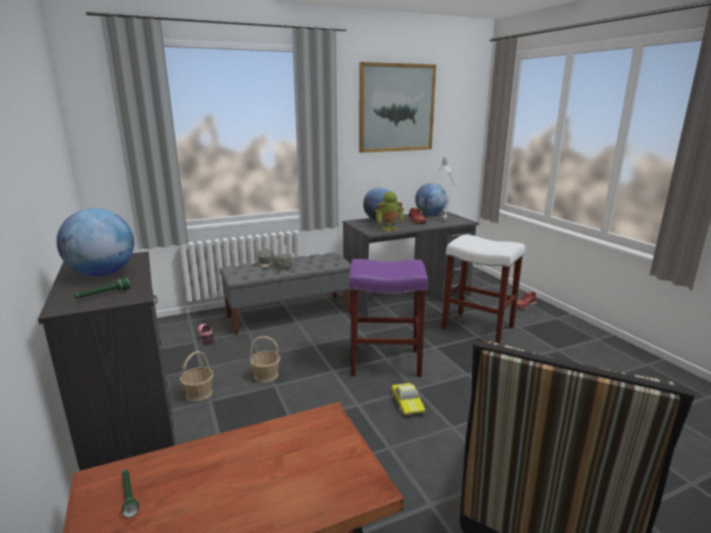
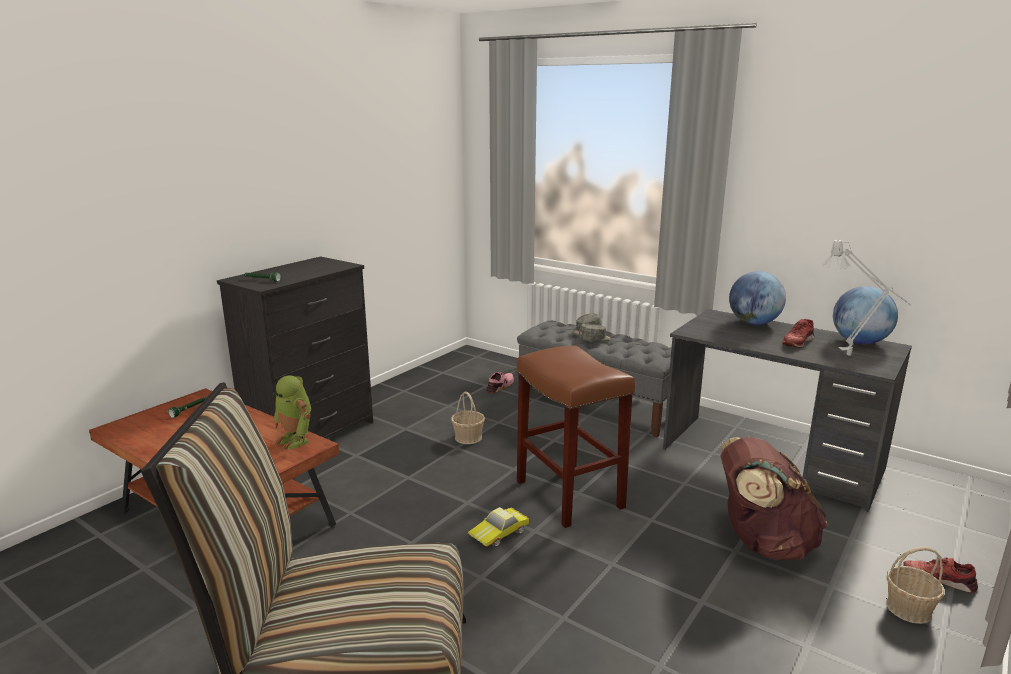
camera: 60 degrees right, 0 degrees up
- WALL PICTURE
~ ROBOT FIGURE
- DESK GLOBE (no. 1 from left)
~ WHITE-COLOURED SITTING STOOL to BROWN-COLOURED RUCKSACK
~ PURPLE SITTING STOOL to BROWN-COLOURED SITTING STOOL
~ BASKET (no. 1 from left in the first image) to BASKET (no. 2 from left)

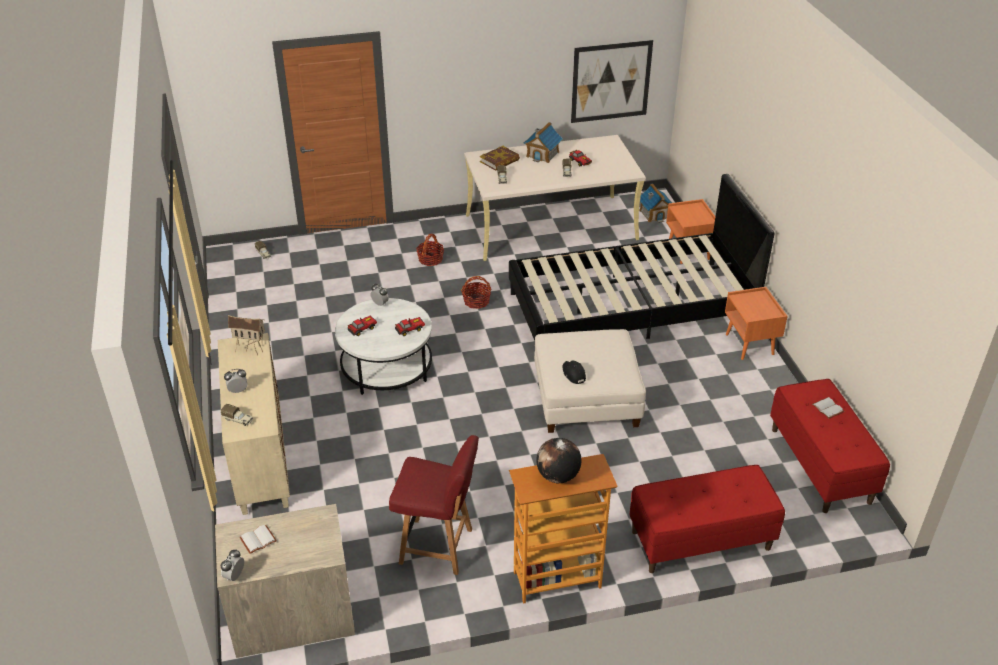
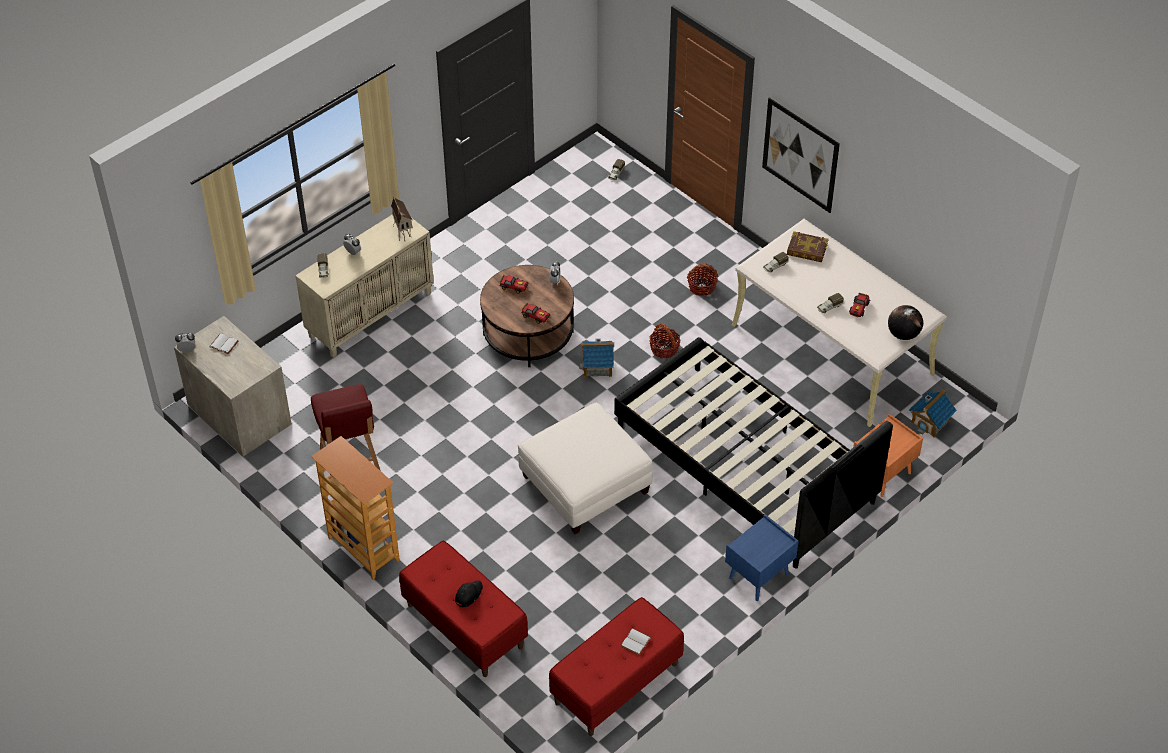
camera: 60 degrees right, 10 degrees up
~ WALL PICTURE
~ MINIATURE HOUSE (no. 2 from left)
~ ORANGE NIGHTSTAND (no. 2 from left) to BLUISH NIGHTSTAND
~ WHITE-COLOURED COFFEE TABLE to BROWN-COLOURED COFFEE TABLE
~ BLACK CAP
~ DESK GLOBE

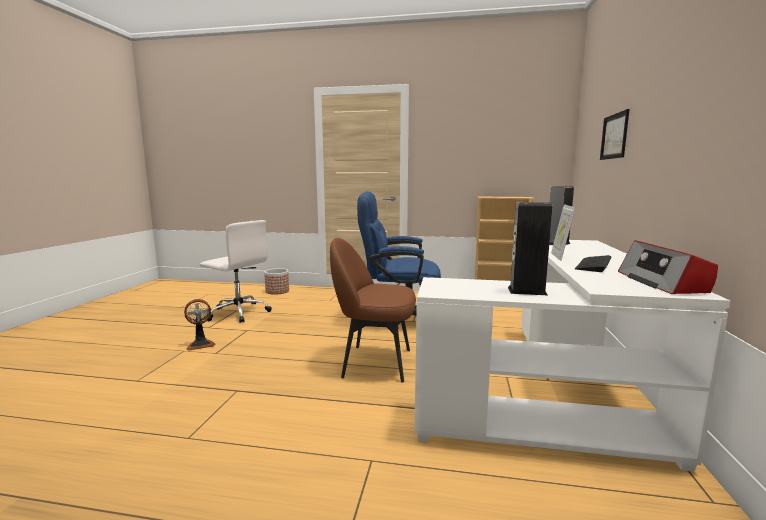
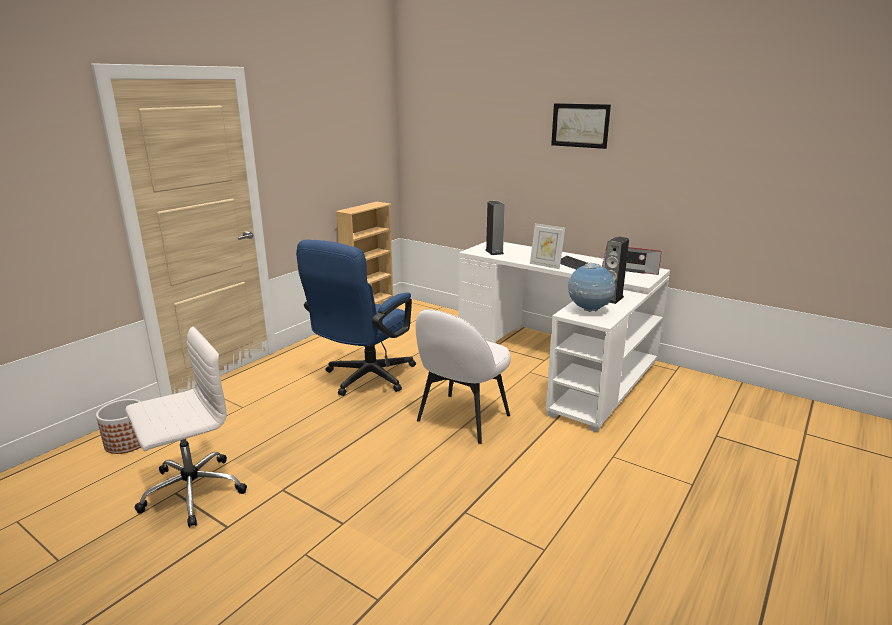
camera: 65 degrees left, 10 degrees up
~ WALL PICTURE
~ BROWN-COLOURED CHAIR to WHITE-COLOURED CHAIR
- COOLING FAN
+ DESK GLOBE

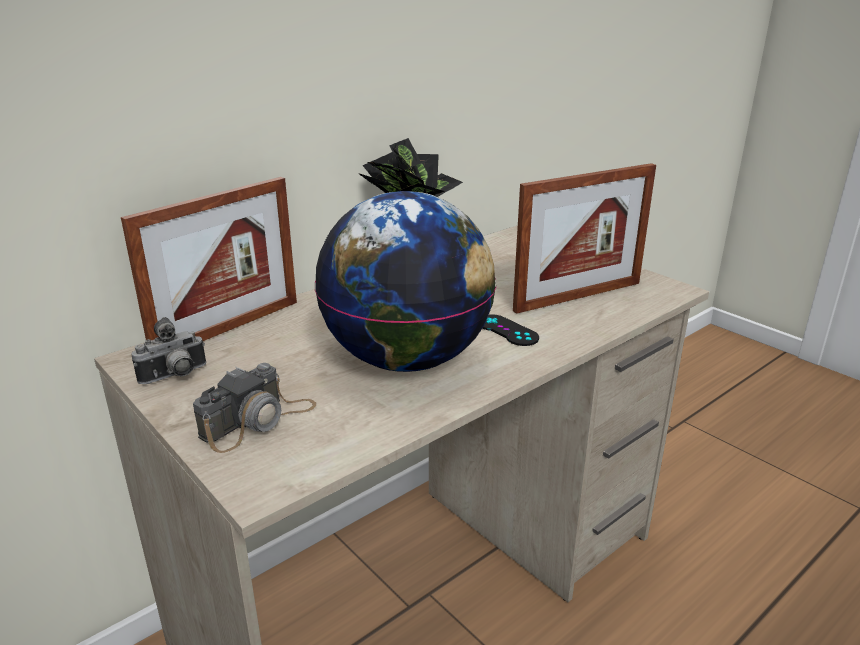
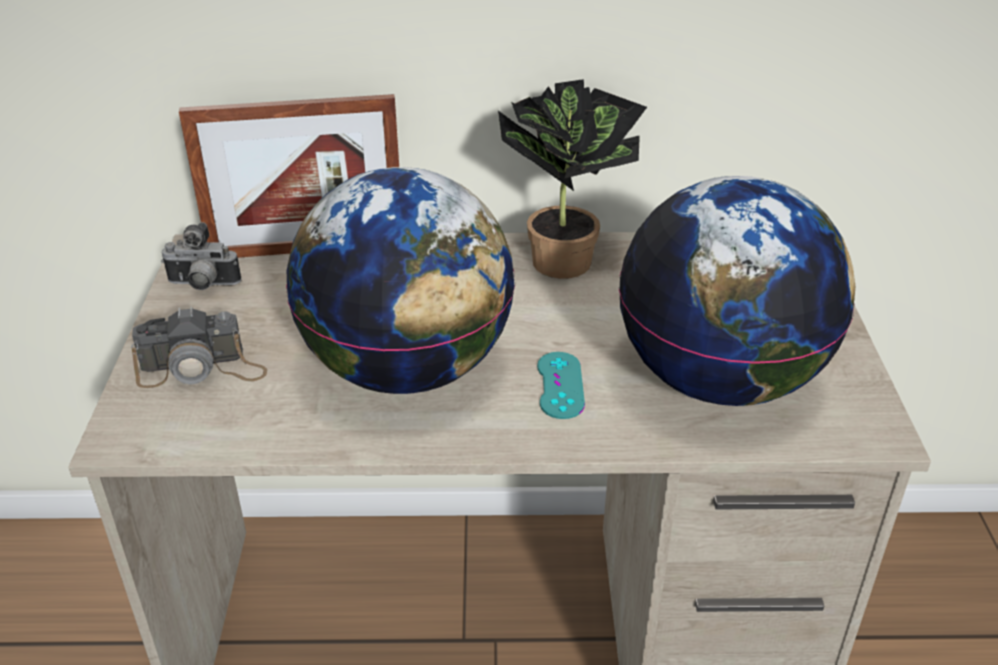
camera: 40 degrees right, 10 degrees up
~ PICTURE FRAME (no. 2 from left) to DESK GLOBE (no. 2 from left)
~ BLACK GAME CONTROLLER to TURQUOISE GAME CONTROLLER

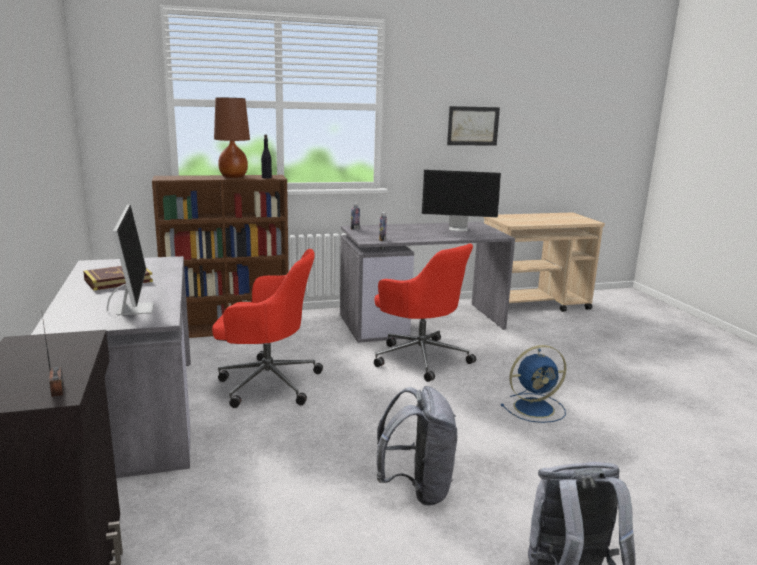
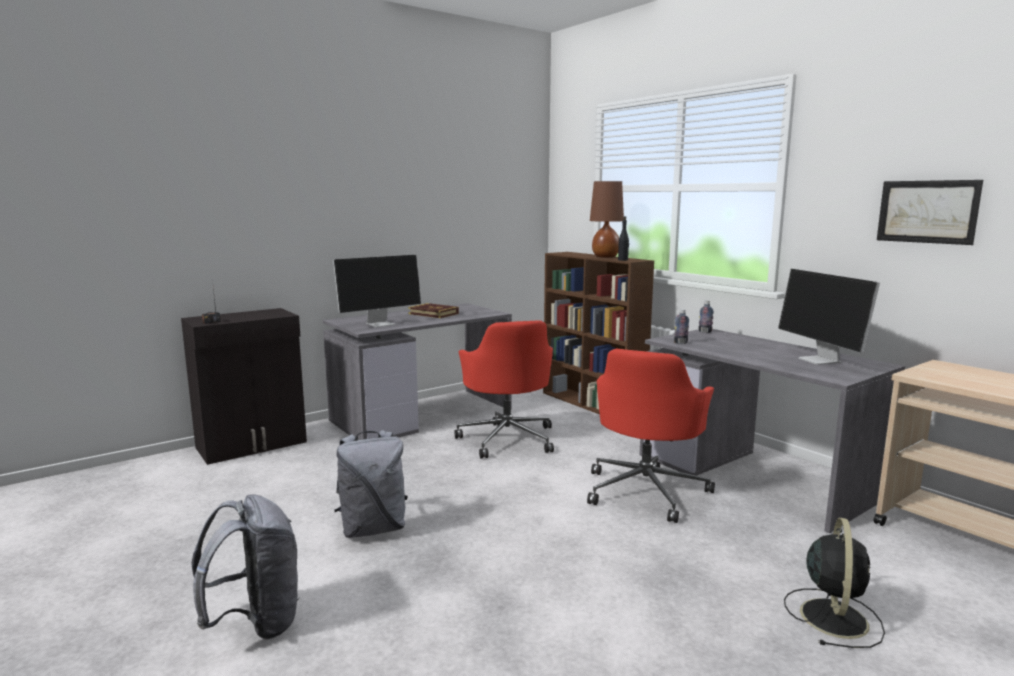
camera: 70 degrees right, 5 degrees down
- BLUISH COOLING FAN
+ BLACK COOLING FAN

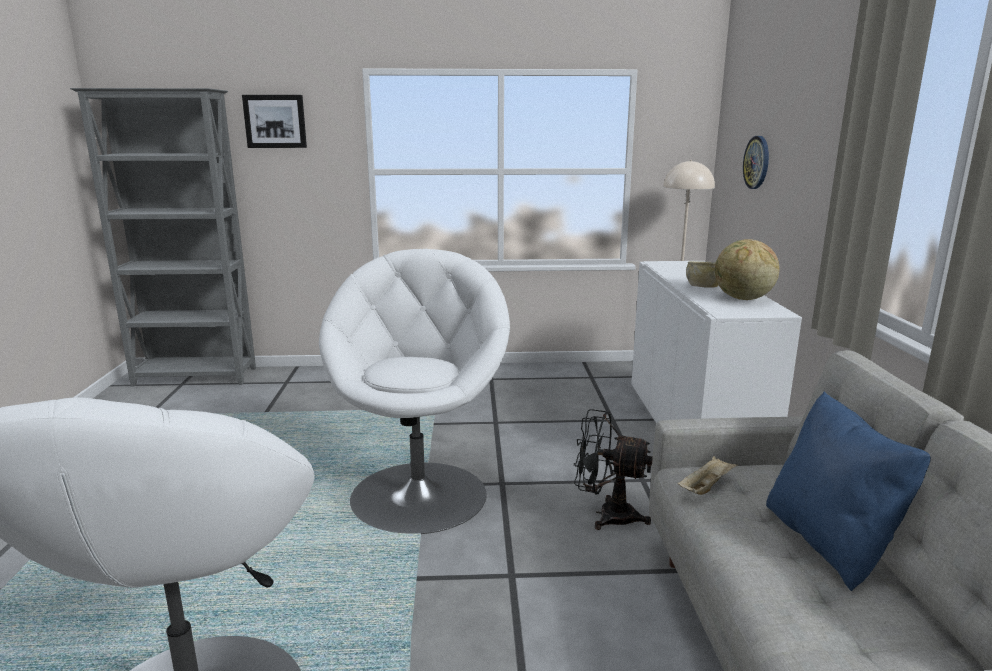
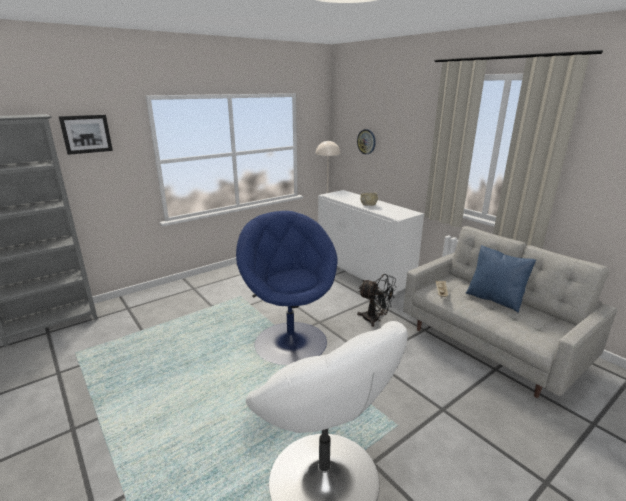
camera: 35 degrees left, 5 degrees up
- DESK GLOBE
~ WHITE-COLOURED ARMCHAIR (no. 2 from left) to BLUISH ARMCHAIR
~ BLACK COOLING FAN 135 degrees counterclockwise

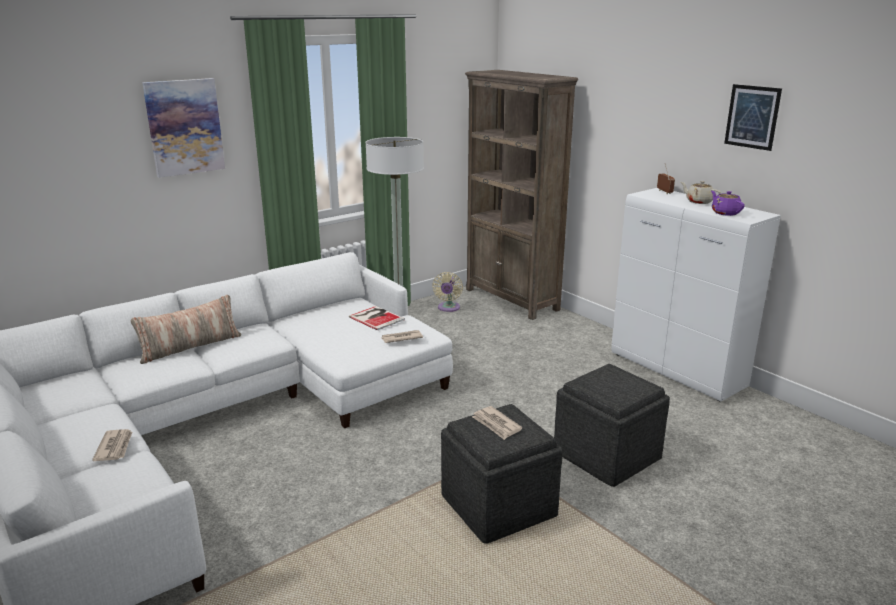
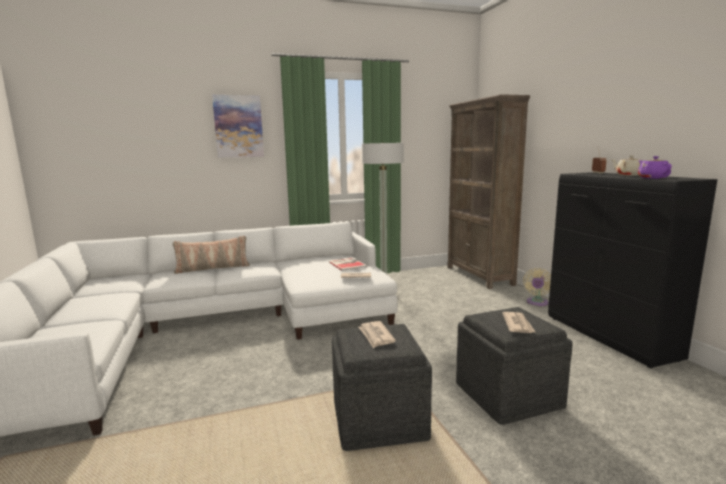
camera: 20 degrees right, 10 degrees down
- WALL PICTURE (no. 2 from left)
~ WHITE-COLOURED STORAGE CABINET to BLACK STORAGE CABINET
~ BEIGE-COLOURED COOLING FAN
~ NEWSPAPER (no. 1 from left in the first image) to NEWSPAPER (no. 3 from left)

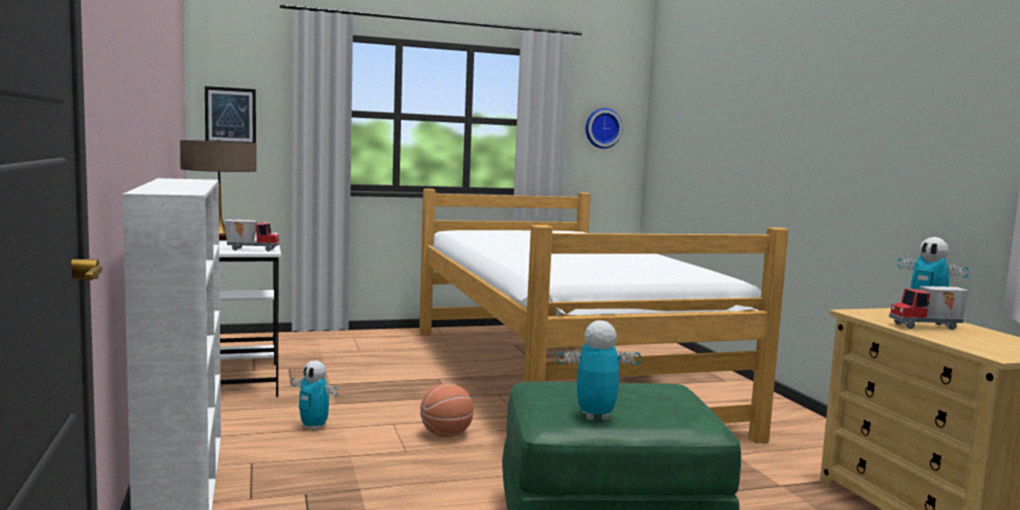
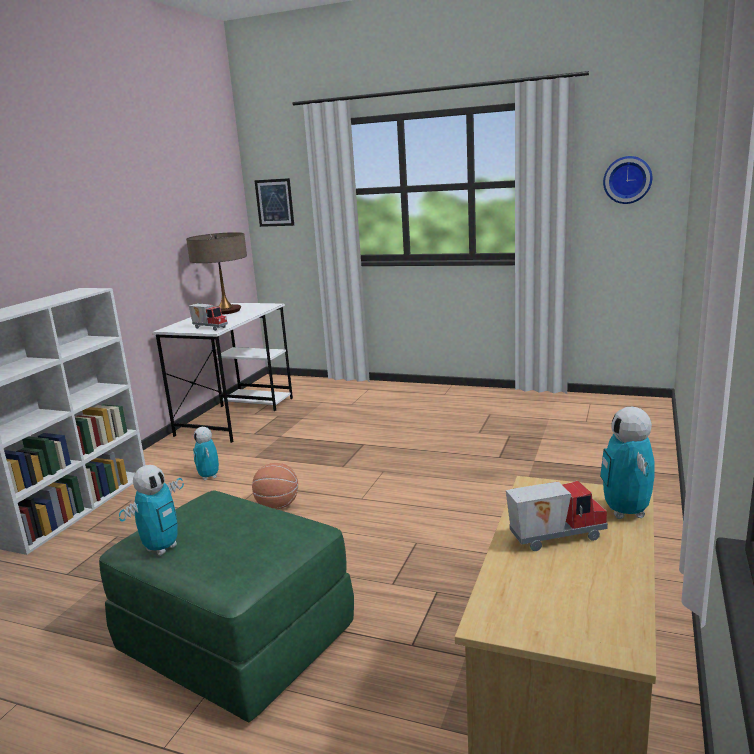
camera: 40 degrees right, 10 degrees up
- SLEEPING BED
~ TOY TRUCK (no. 2 from left) 135 degrees clockwise
~ ROBOT FIGURE (no. 2 from left in the first image) 90 degrees clockwise

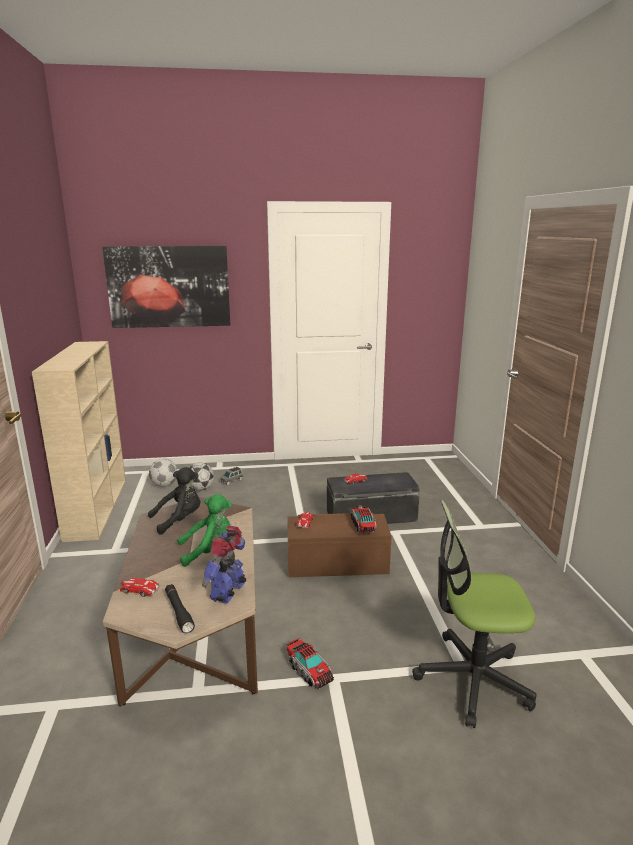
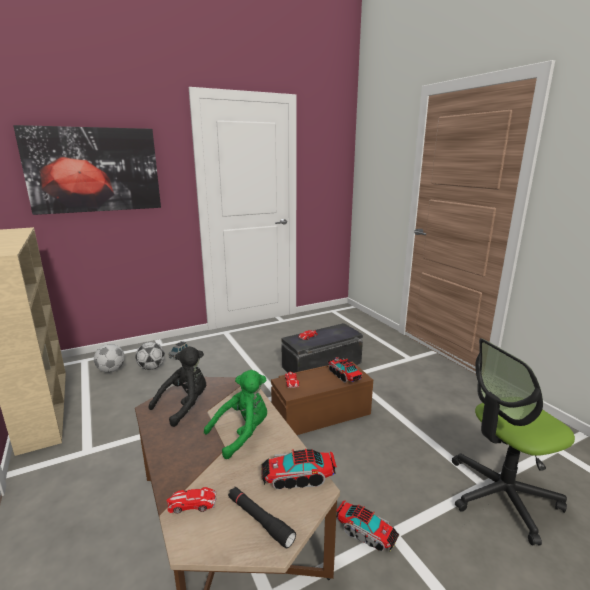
camera: 20 degrees left, 0 degrees up
~ ROBOT FIGURE to TOY TRUCK (no. 1 from left)

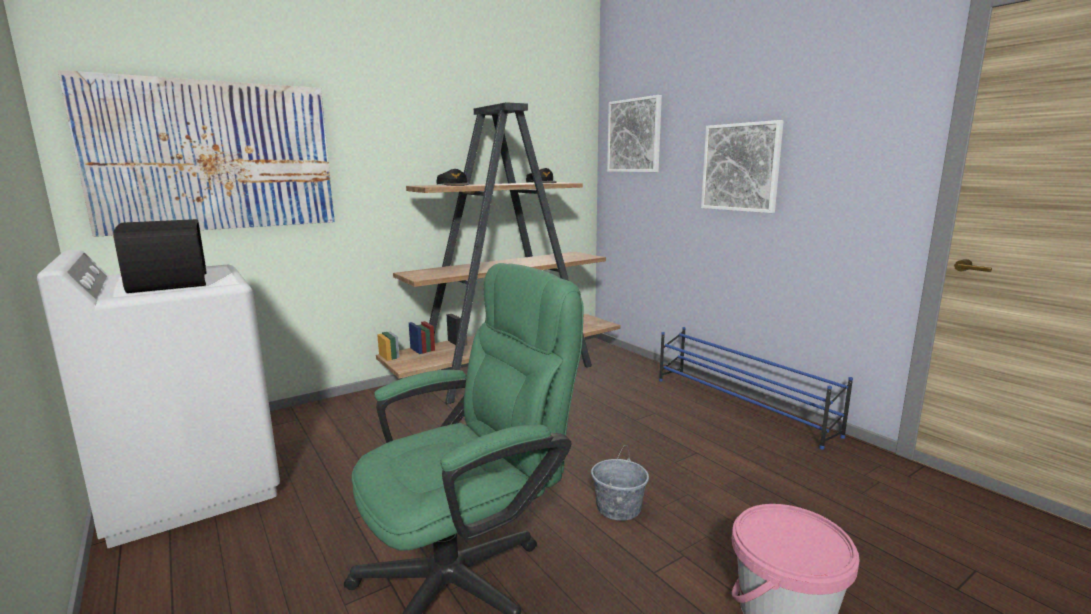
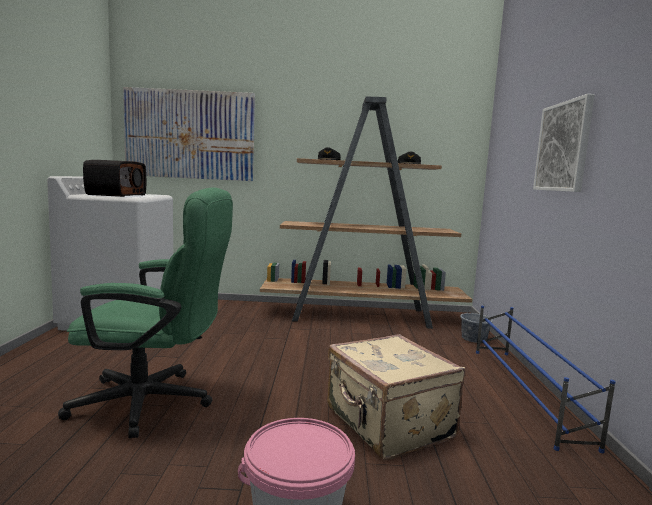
camera: 35 degrees right, 5 degrees down
- WALL PICTURE (no. 2 from left)
~ GREY BUCKET
+ BEIGE-COLOURED PIECE OF LUGGAGE

